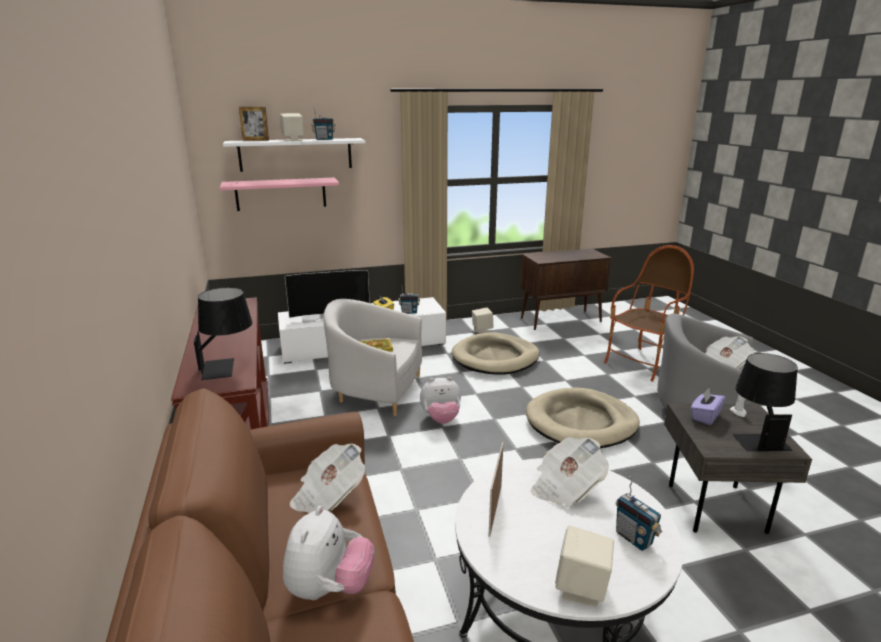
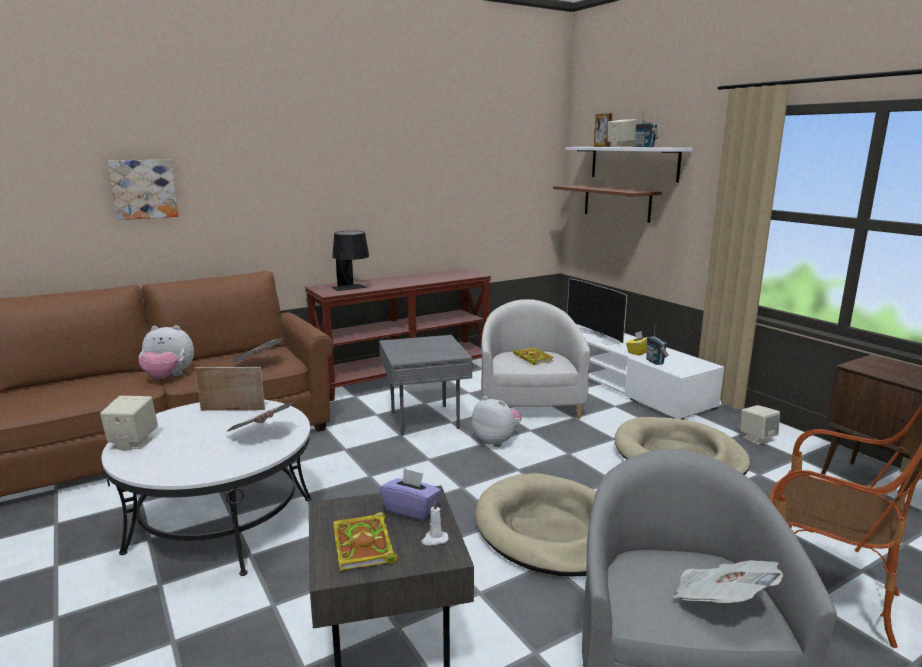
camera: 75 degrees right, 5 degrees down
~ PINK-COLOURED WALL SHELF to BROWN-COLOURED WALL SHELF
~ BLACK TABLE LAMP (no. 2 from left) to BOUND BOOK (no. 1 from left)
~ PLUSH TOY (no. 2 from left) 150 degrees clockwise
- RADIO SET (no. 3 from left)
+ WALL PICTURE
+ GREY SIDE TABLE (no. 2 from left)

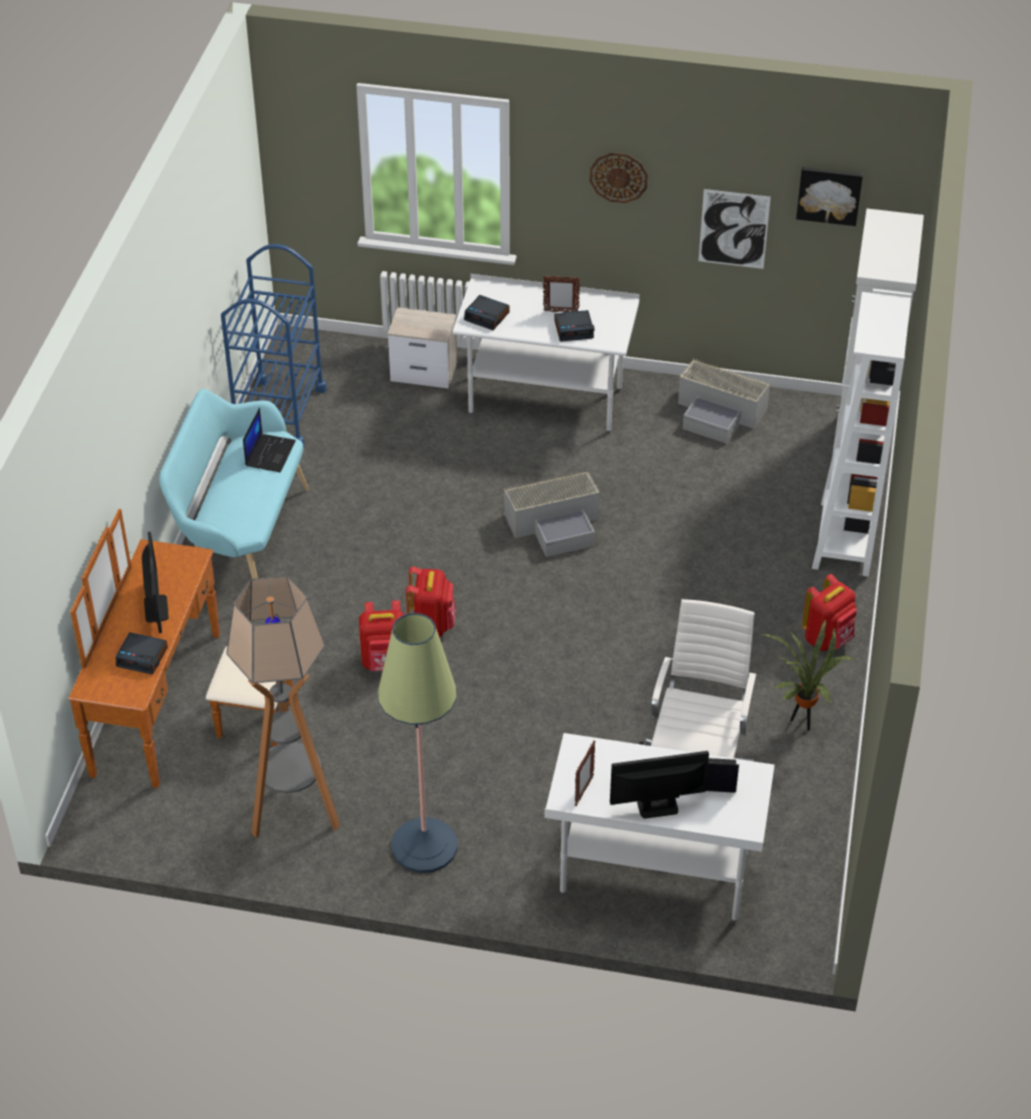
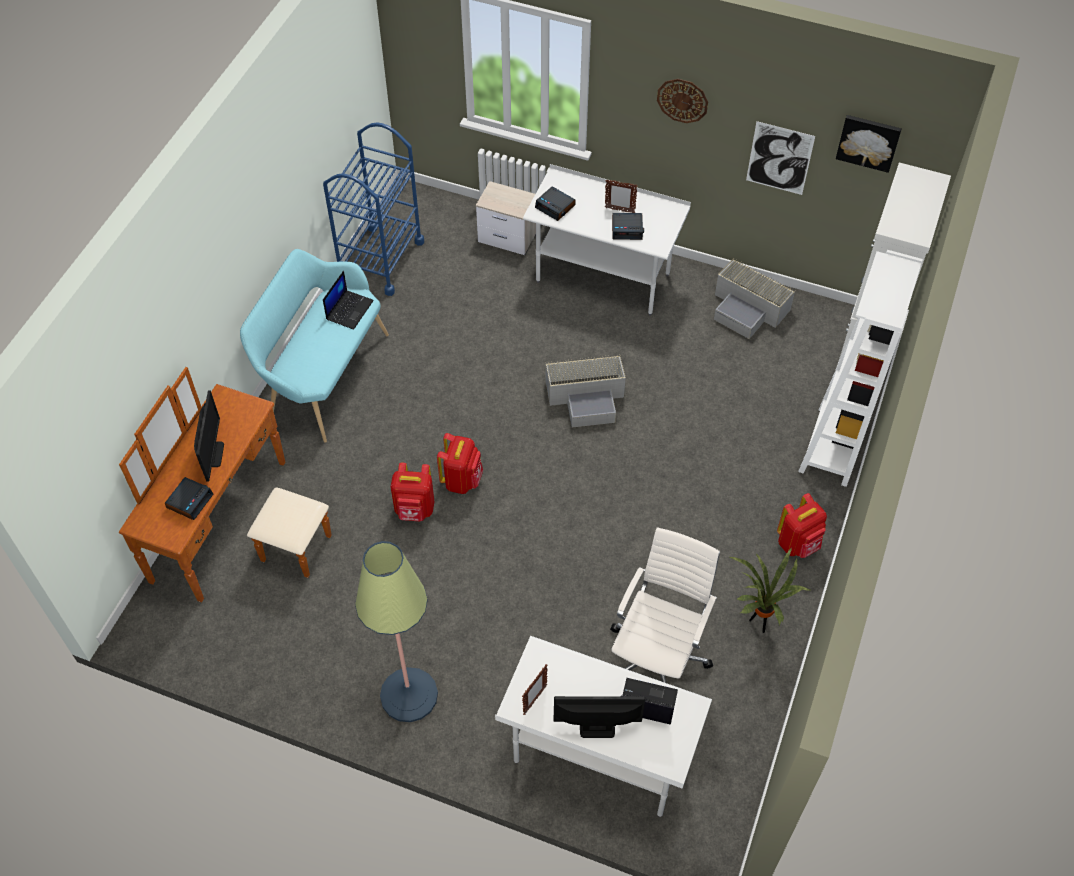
camera: 10 degrees right, 10 degrees up
- FLOOR LAMP (no. 1 from left)
~ TABLE CLOCK (no. 1 from left) 90 degrees counterclockwise

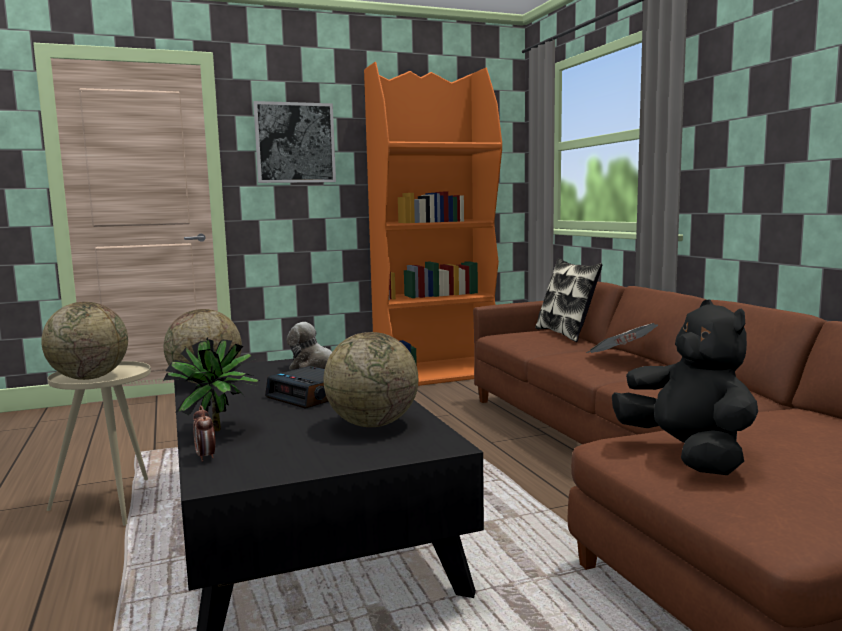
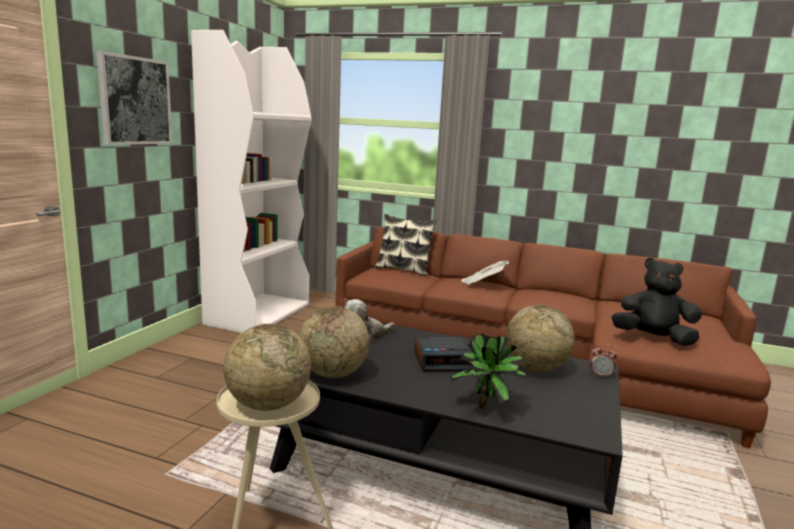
camera: 50 degrees left, 5 degrees up
~ ORANGE SHELVING UNIT to WHITE-COLOURED SHELVING UNIT
~ TABLE CLOCK (no. 1 from left in the first image) to TABLE CLOCK (no. 2 from left)

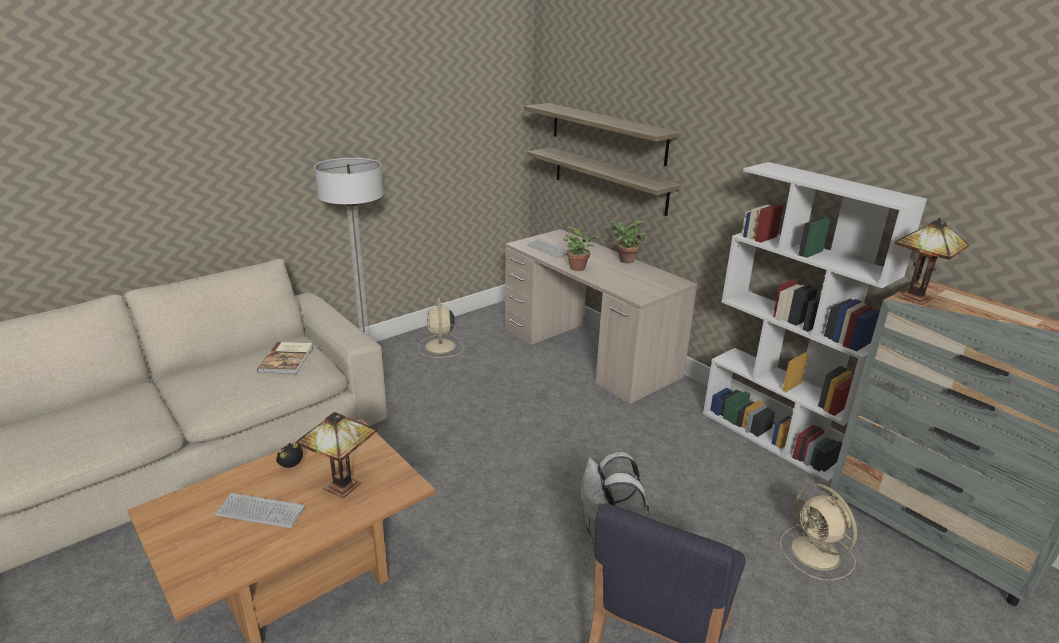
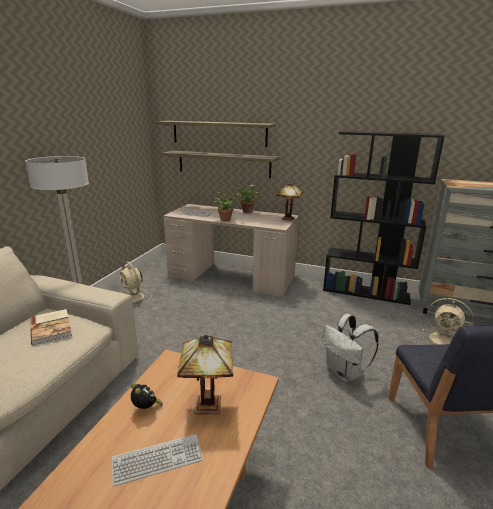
camera: 30 degrees left, 5 degrees down
~ WHITE-COLOURED SHELVING UNIT to BLACK SHELVING UNIT
~ TABLE LAMP (no. 2 from left)
~ TABLE CLOCK 135 degrees clockwise

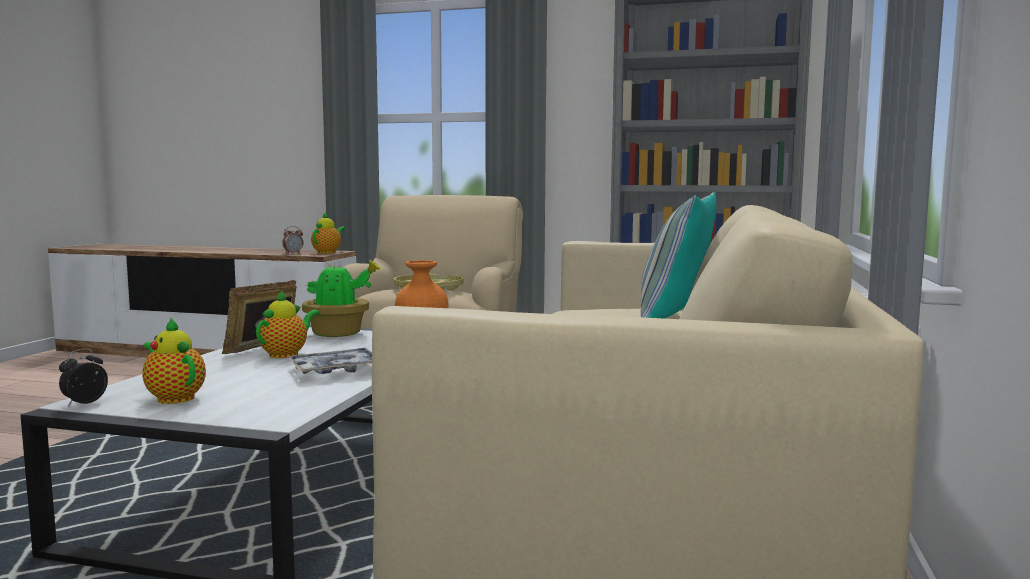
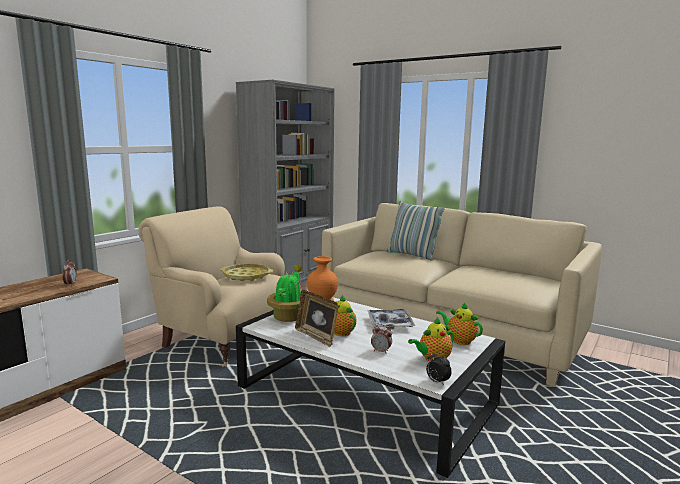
camera: 70 degrees left, 5 degrees up
~ TEA POT (no. 3 from left)
+ TABLE CLOCK (no. 2 from left)

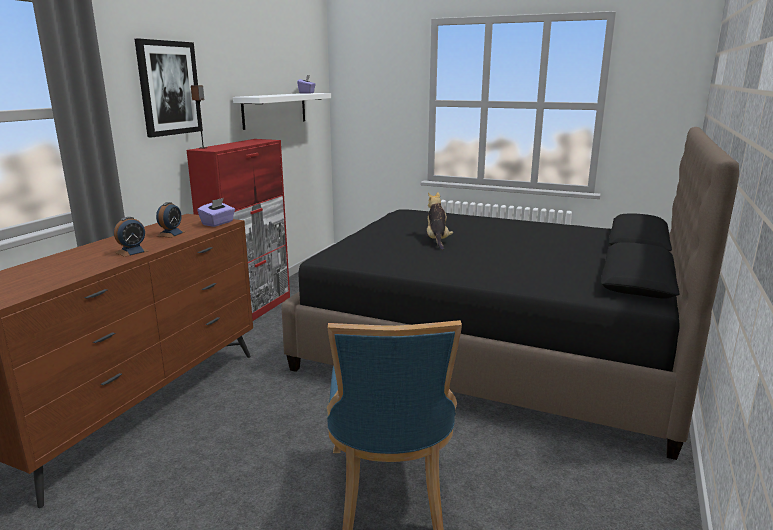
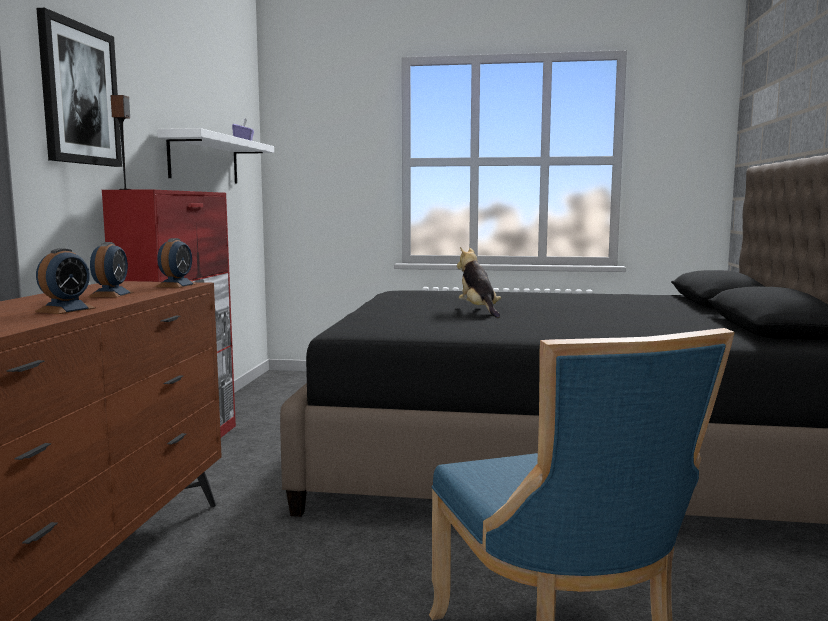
camera: 15 degrees left, 10 degrees down
~ PURPLE TISSUE BOX (no. 1 from left) to TABLE CLOCK (no. 3 from left)

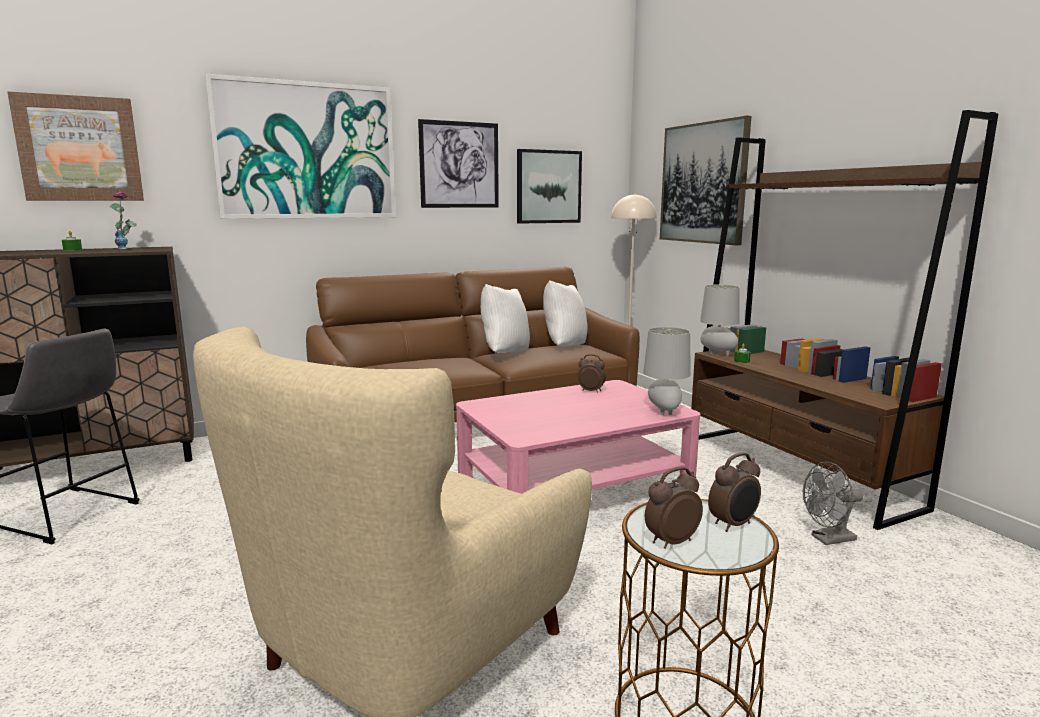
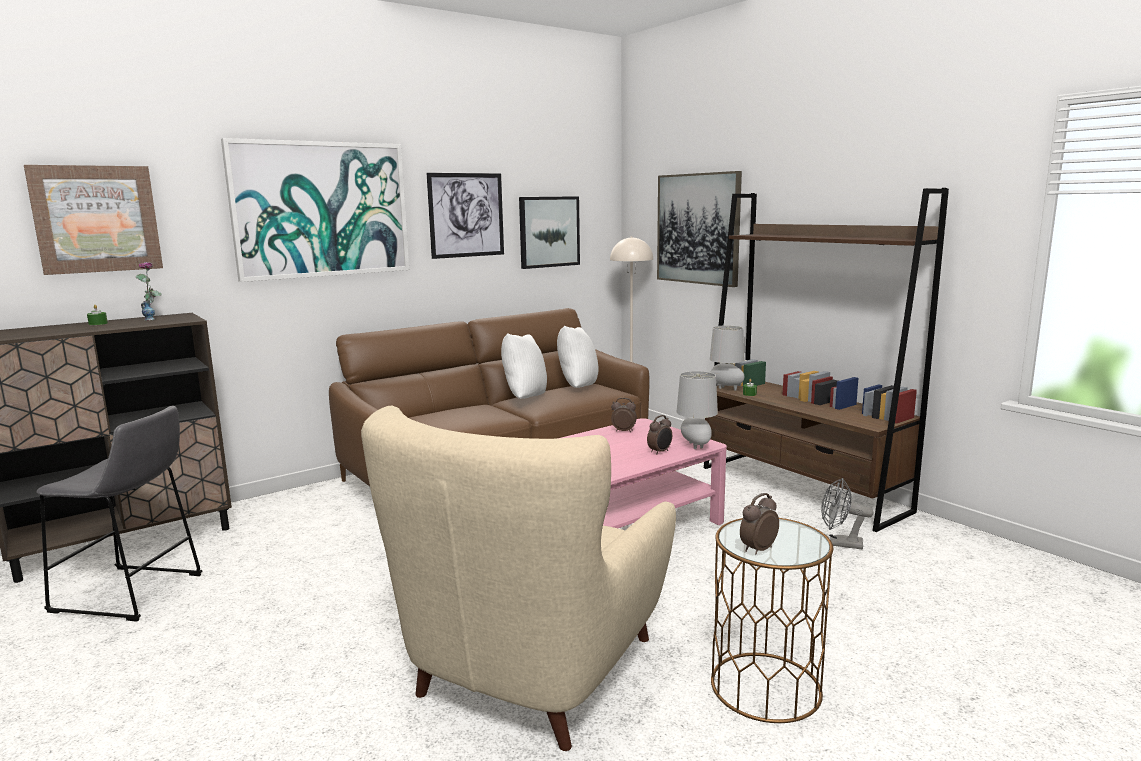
camera: 10 degrees left, 0 degrees up
~ TABLE CLOCK (no. 3 from left in the first image) to TABLE CLOCK (no. 2 from left)
~ GREY COOLING FAN 45 degrees clockwise

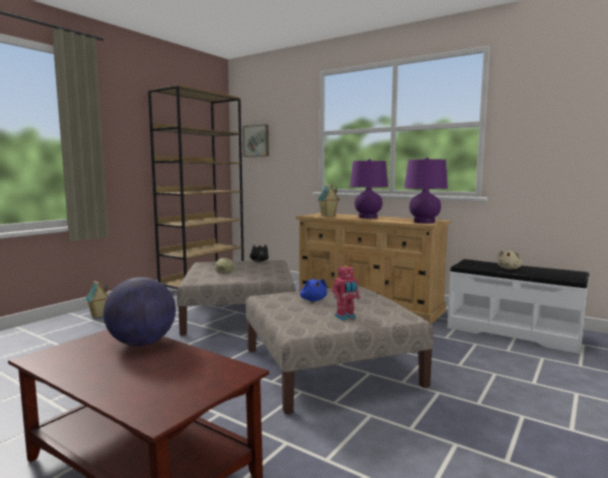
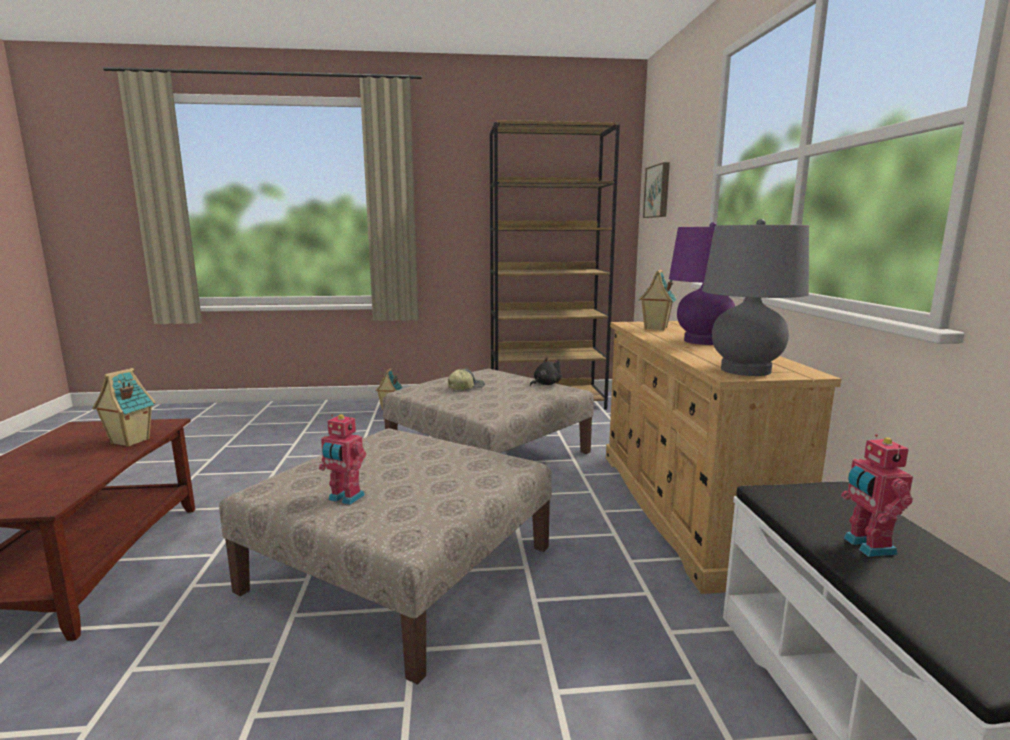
camera: 50 degrees right, 5 degrees up
~ PURPLE TABLE LAMP (no. 2 from left) to GREY TABLE LAMP
~ BEIGE-COLOURED PLUSH TOY to ROBOT FIGURE (no. 2 from left)
~ DESK GLOBE to MINIATURE HOUSE (no. 1 from left)
- BLUISH PLUSH TOY

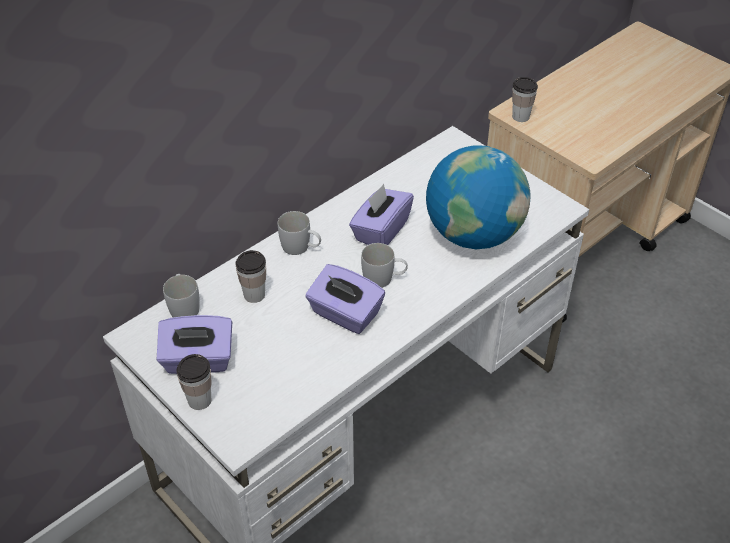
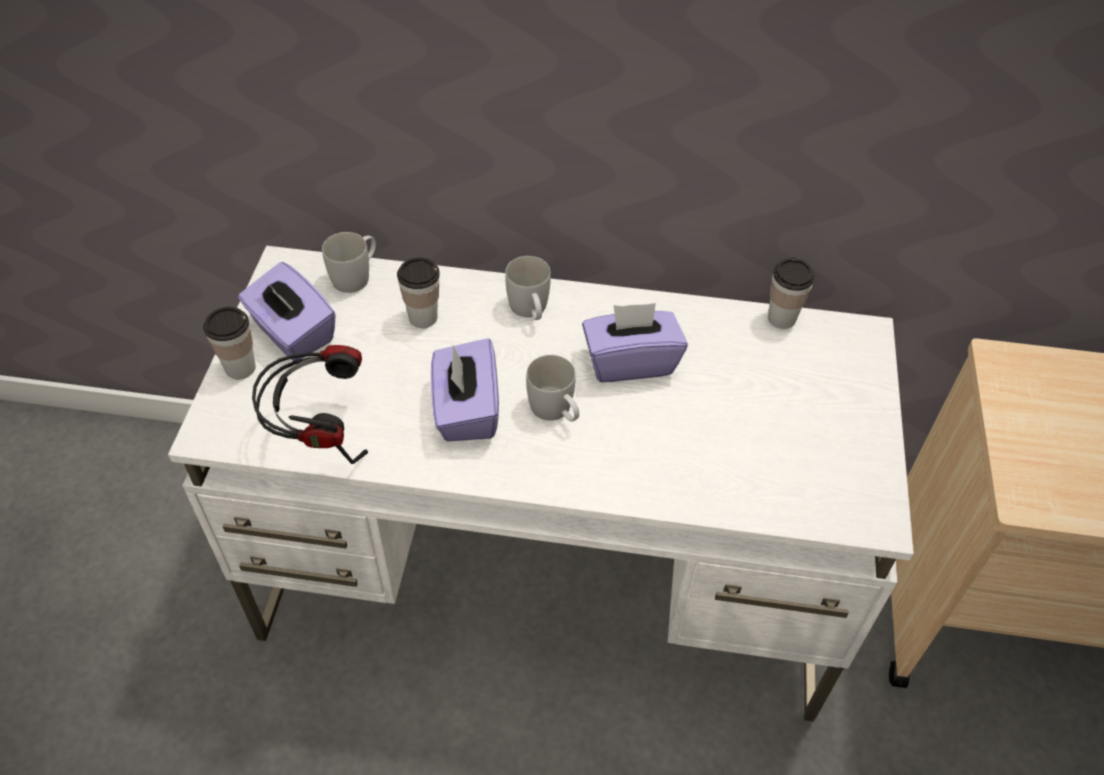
camera: 50 degrees right, 5 degrees up
~ DRINKING CUP (no. 3 from left)
- DESK GLOBE
+ HEADSET

